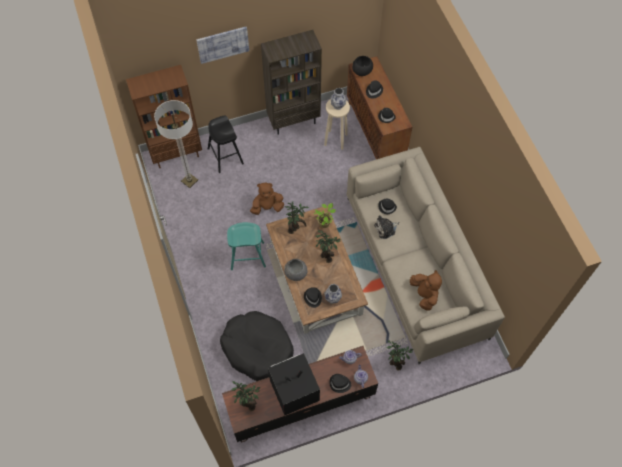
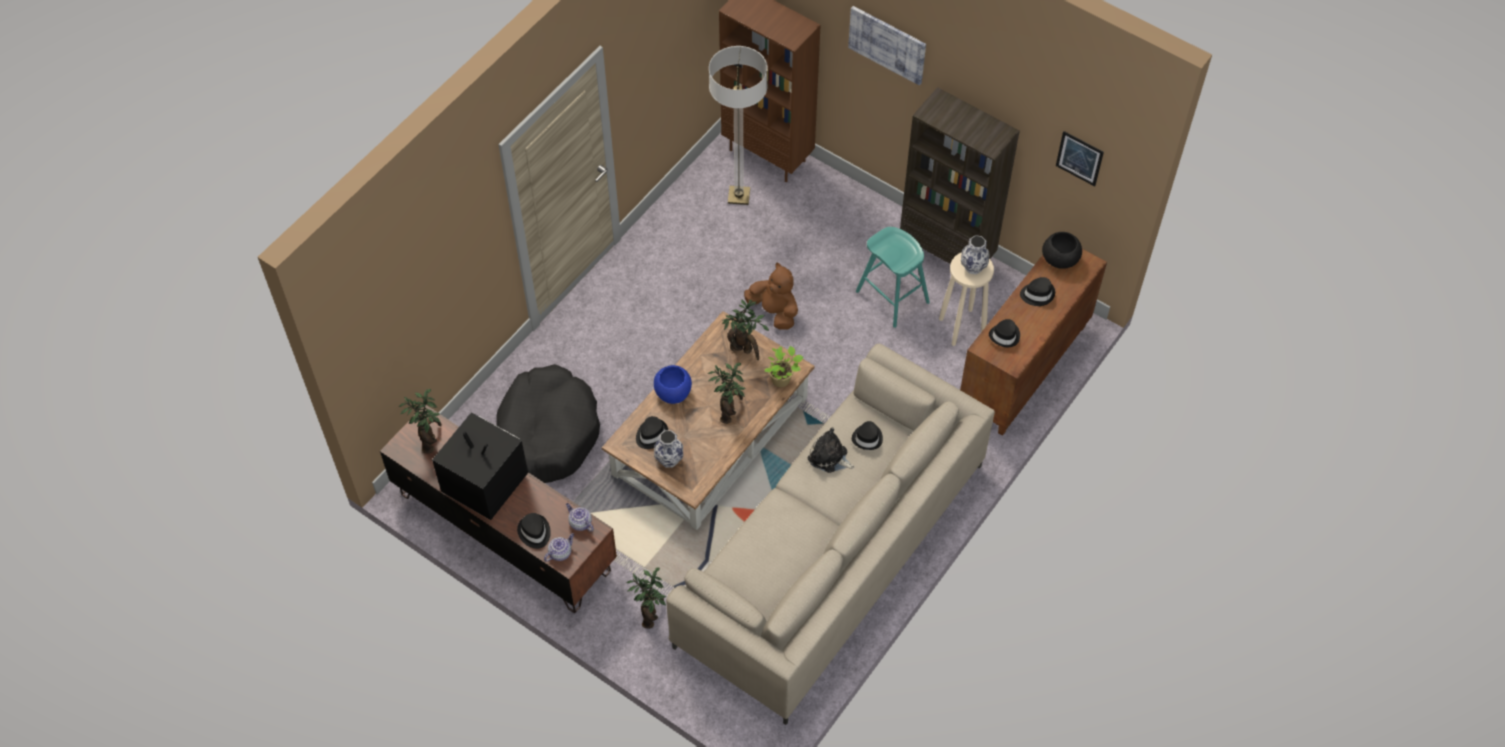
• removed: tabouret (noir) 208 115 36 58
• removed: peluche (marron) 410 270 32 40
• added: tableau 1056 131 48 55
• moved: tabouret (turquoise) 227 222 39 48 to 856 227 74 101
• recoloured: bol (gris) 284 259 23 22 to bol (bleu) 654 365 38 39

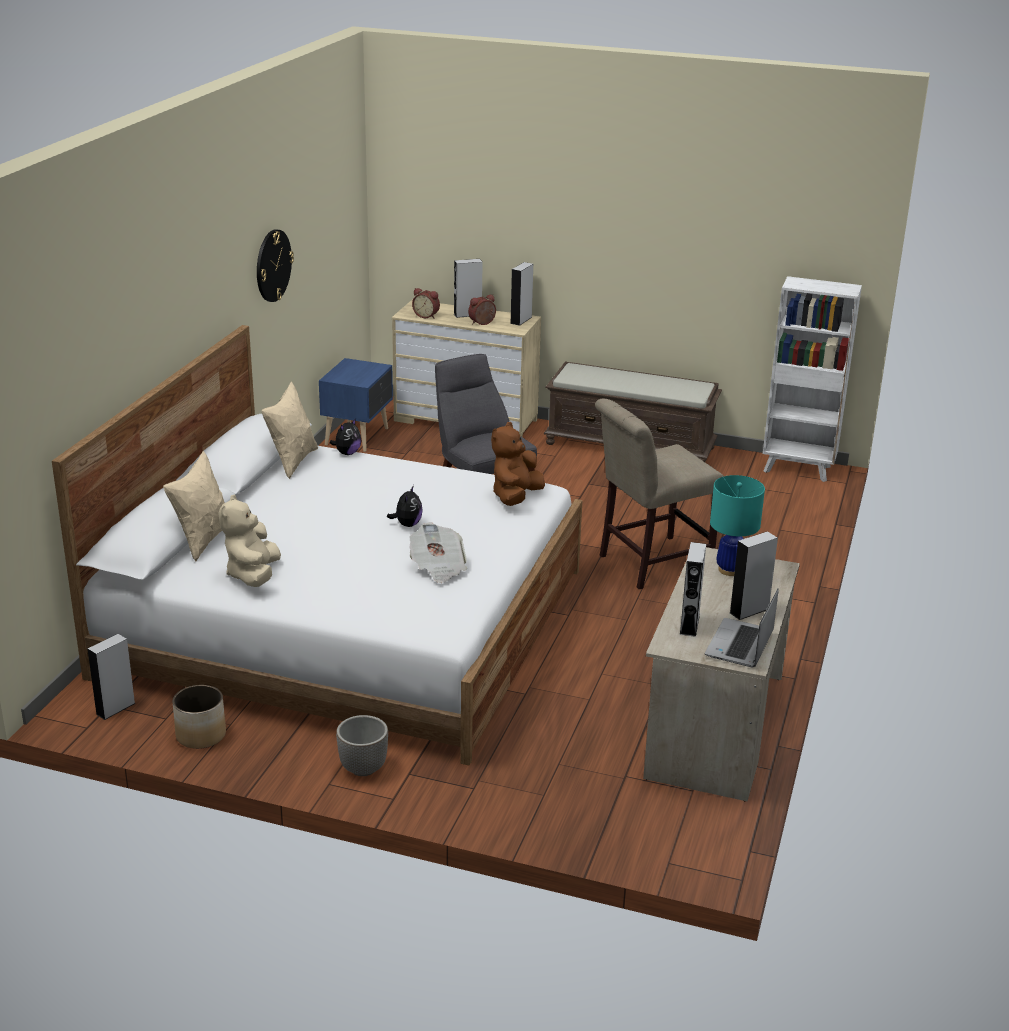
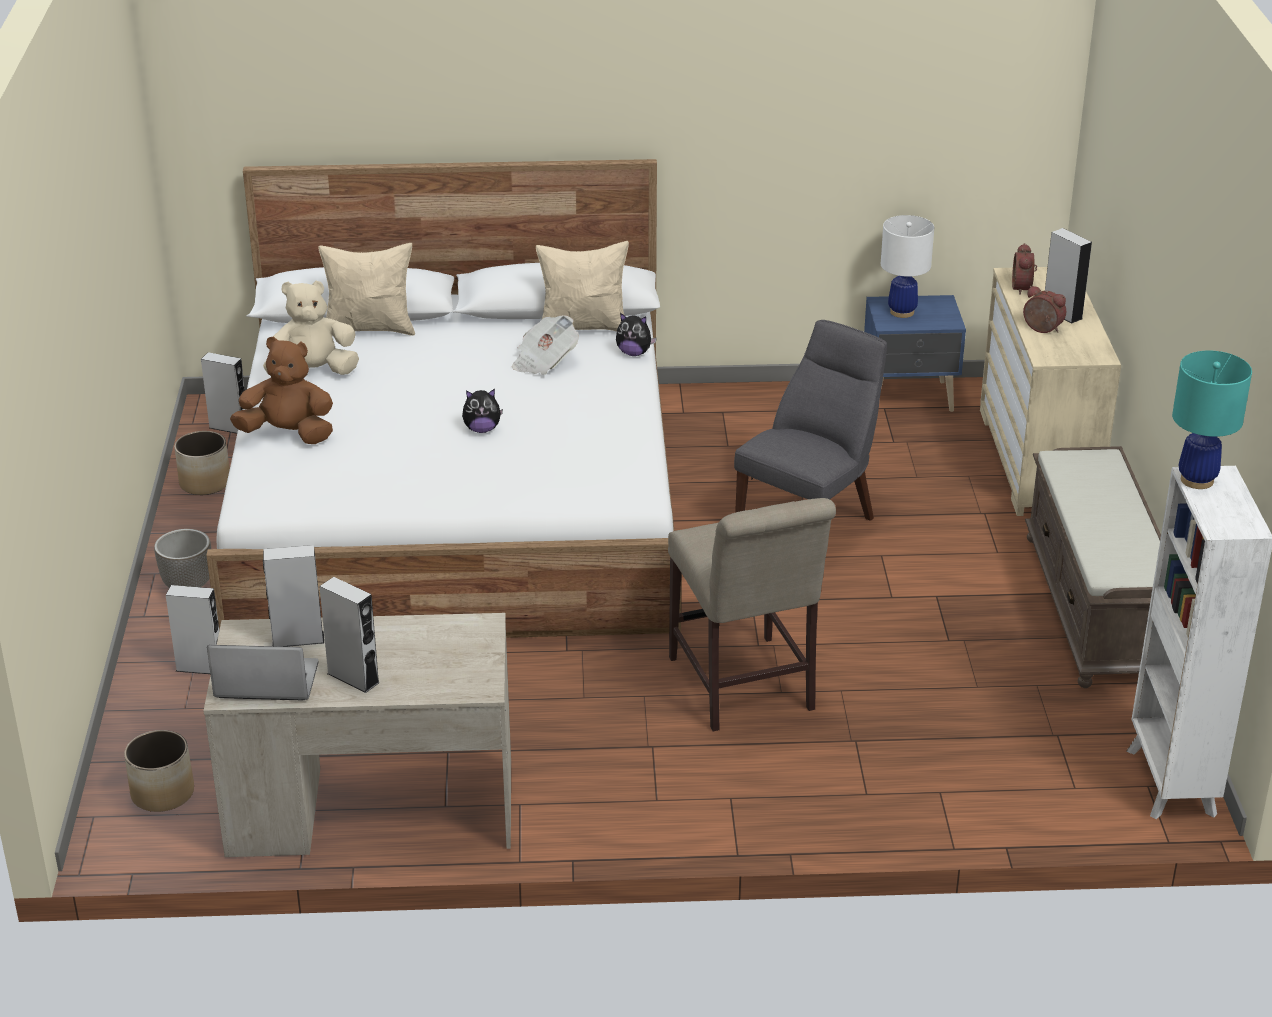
• removed: horloge murale 257 229 37 73
• added: cache-pot 124 730 70 82
• added: lampe de table (blanc) 881 215 53 103
• moved: journal 409 523 58 60 to 512 315 67 60
• moved: peluche (marron) 491 422 54 84 to 230 336 103 108
• moved: enceinte (gris) 510 262 23 64 to 166 585 53 89
• moved: lampe de table (turquoise) 710 475 55 101 to 1172 351 80 138
• turned: chaise (beige) 595 399 129 190 = 668 498 168 234 150 degrees counterclockwise

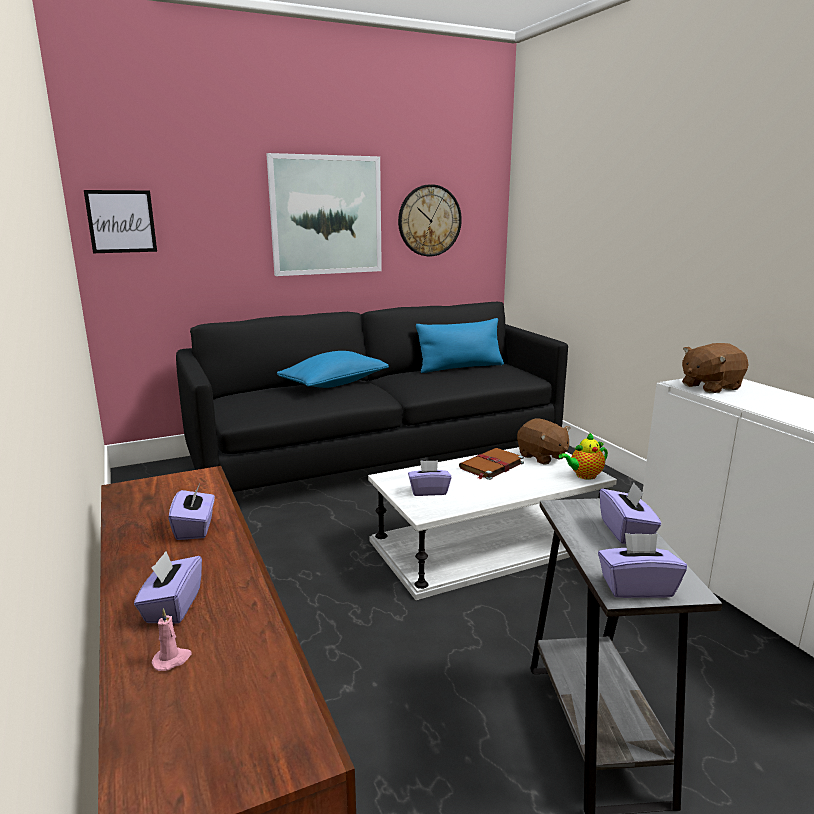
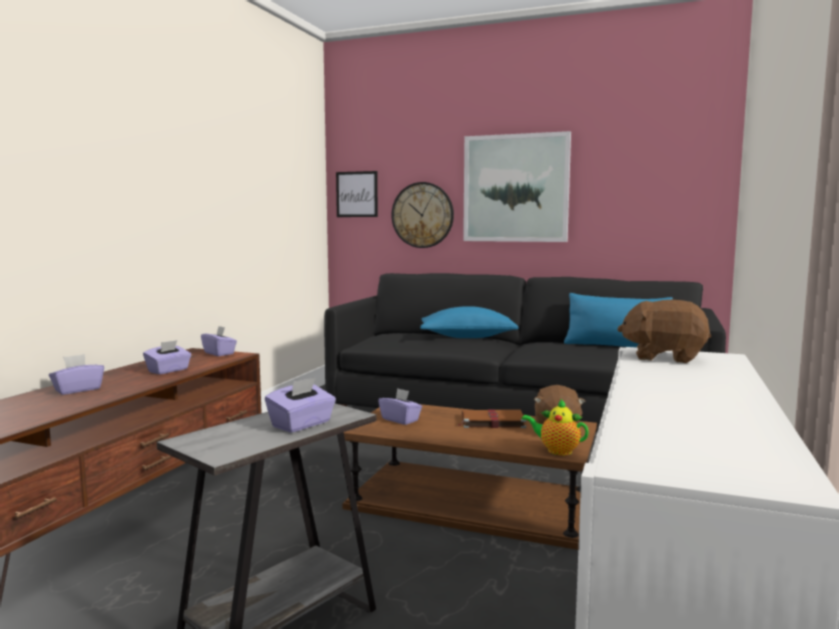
• removed: bougie (rose) 152 608 40 63
• moved: horloge murale 398 184 64 72 to 391 182 63 66
• moved: boîte à mouchoirs (violet) 598 533 89 65 to 201 326 36 30
• recoloured: table basse (blanc) 368 447 249 153 to table basse (marron) 343 404 254 146

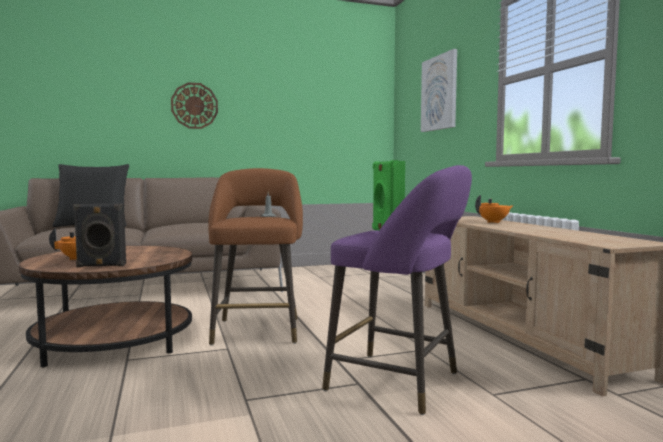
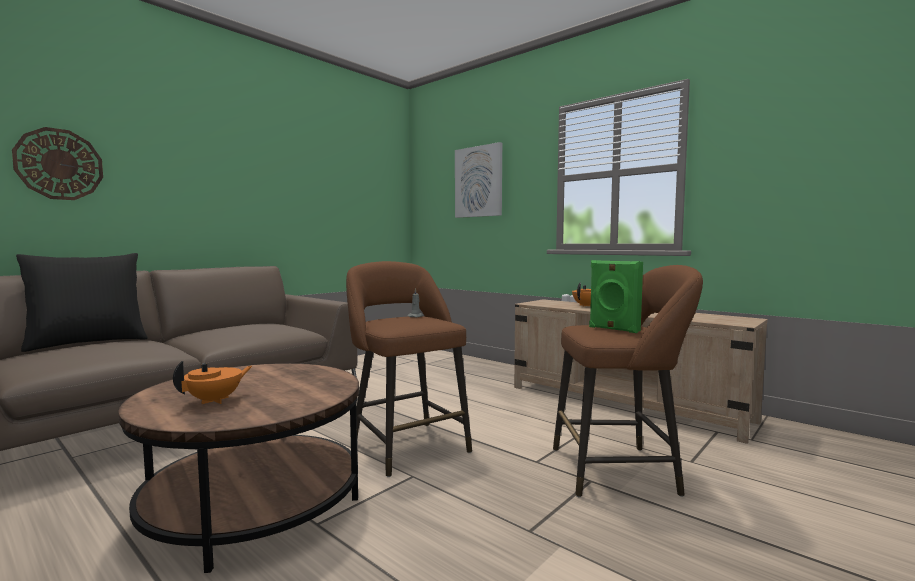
• removed: enceinte (noir) 73 204 53 63
• moved: horloge murale 171 82 47 47 to 12 127 91 73
• recoloured: tabouret (violet) 322 165 150 250 to tabouret (marron) 553 265 150 232

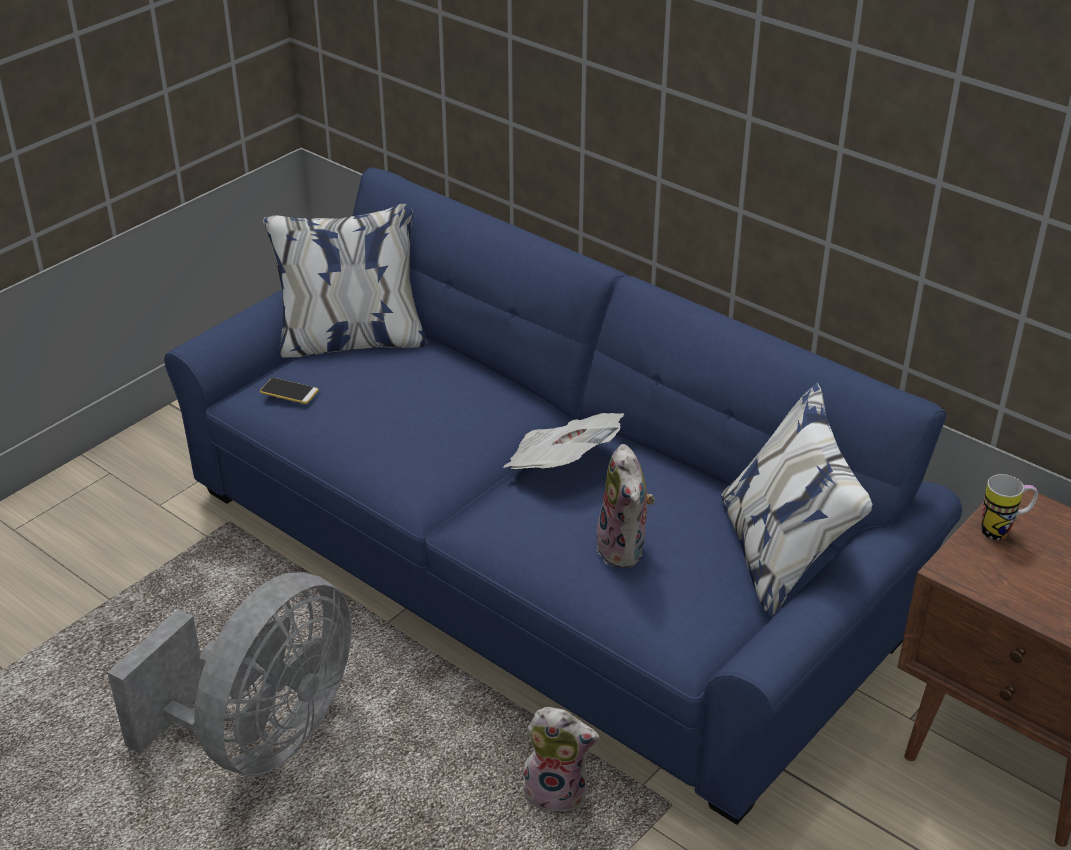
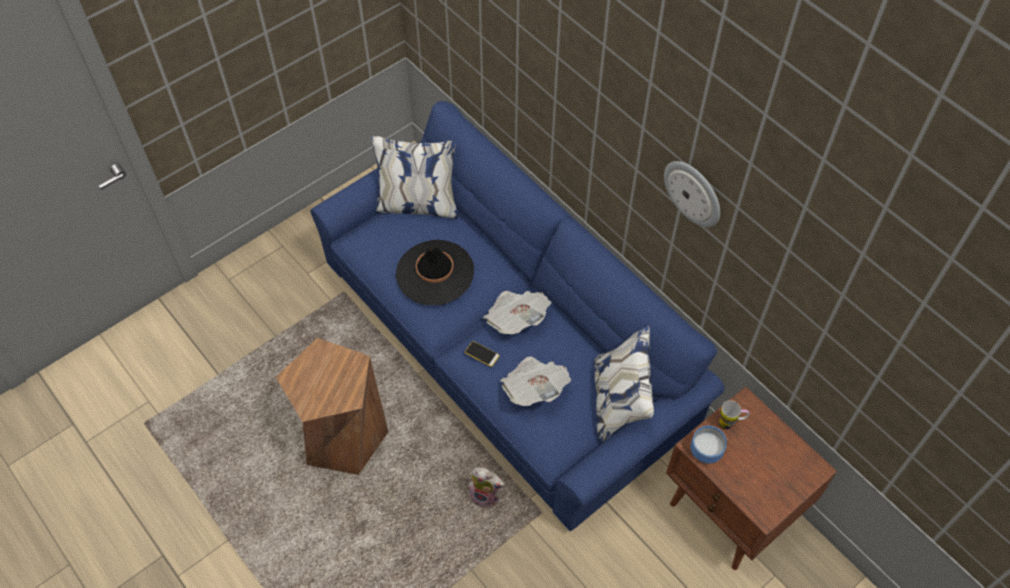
• added: chapeau (noir) 396 240 78 65
• added: horloge murale 664 161 56 66
• added: bol 690 426 37 37
• moved: téléphone 260 378 59 26 to 465 341 34 26
• replaced: ventilateur (gris) 107 572 245 203 to tabouret (marron) 276 338 112 137
• replaced: peluche 597 444 58 124 to journal 500 356 71 50

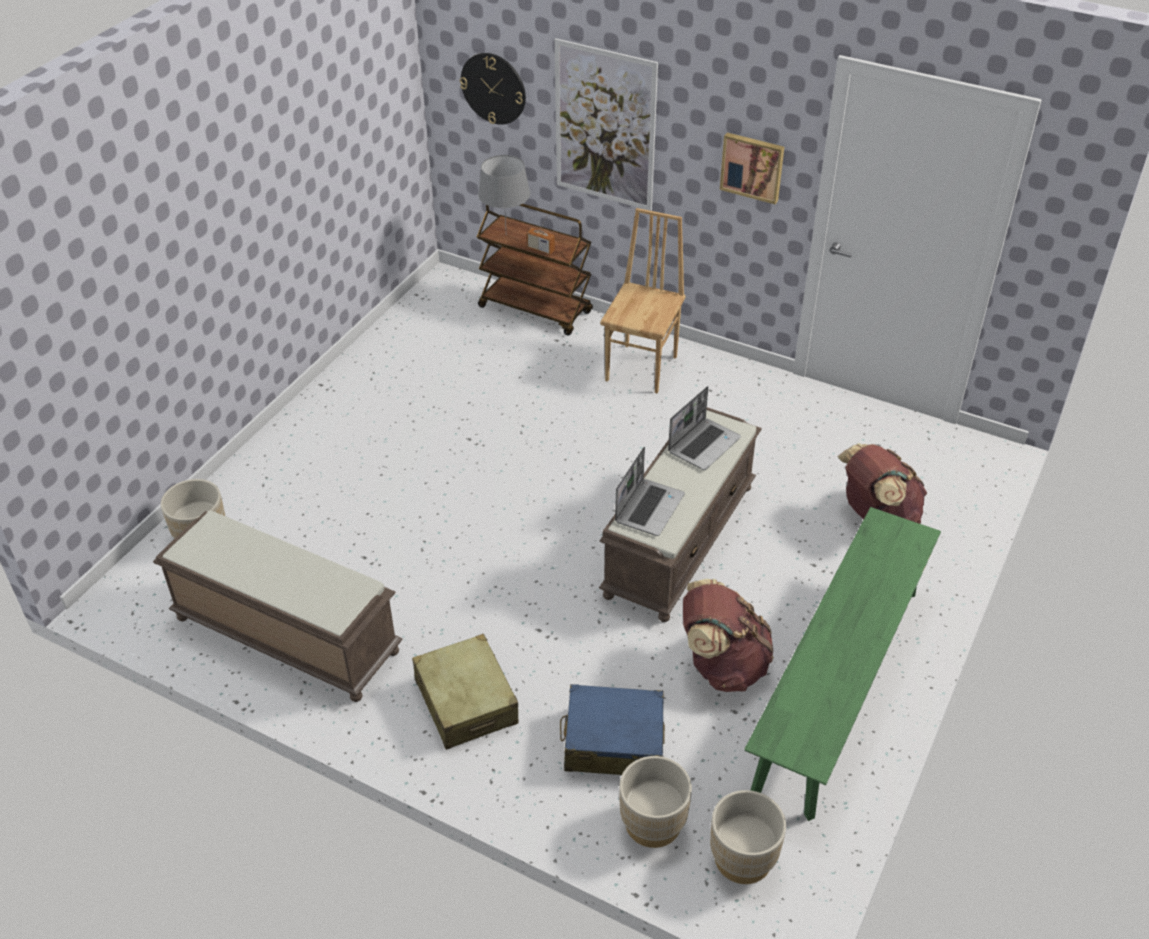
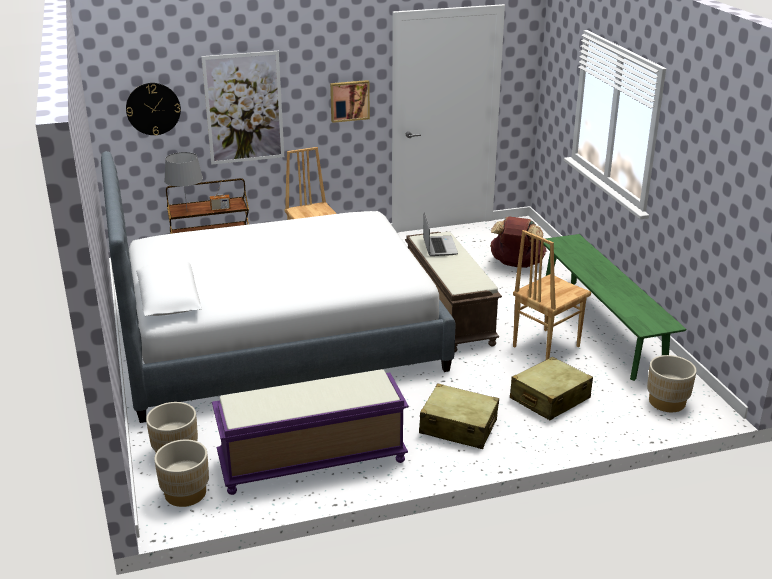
• removed: ordinateur portable 615 447 70 89
• added: lit 101 151 354 272
• moved: cache-pot (beige) 619 756 73 92 to 154 439 55 68
• replaced: sac à dos (marron) 683 579 90 113 to chaise (marron) 513 230 78 130
• recoloured: banc (marron) 153 511 250 191 to banc (violet) 212 370 197 125
• recoloured: valise (bleu) 560 684 105 91 to valise (beige) 510 357 83 63

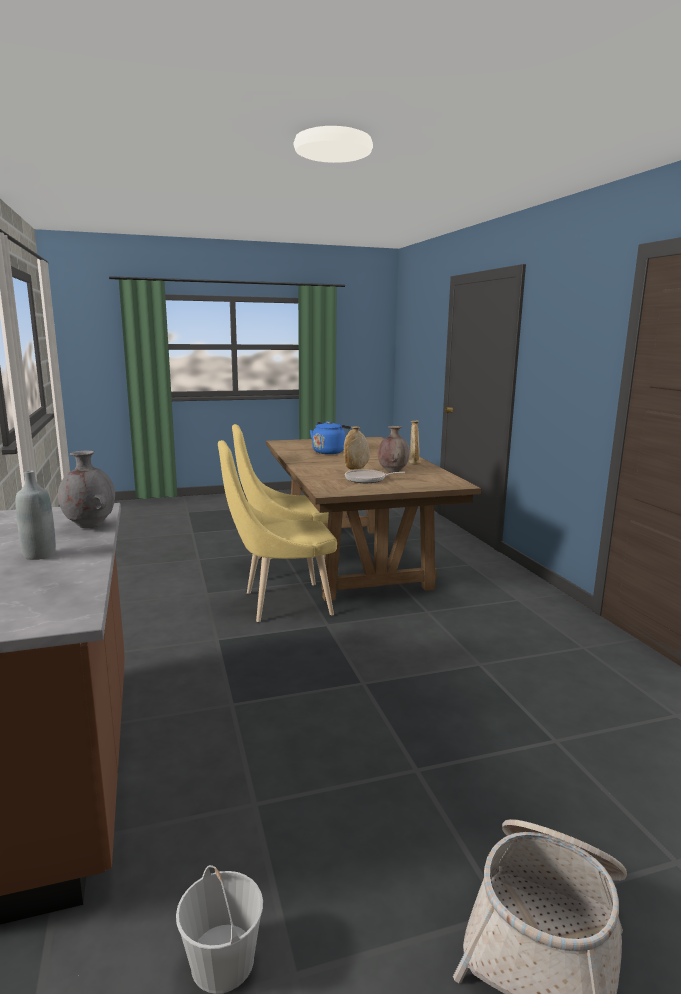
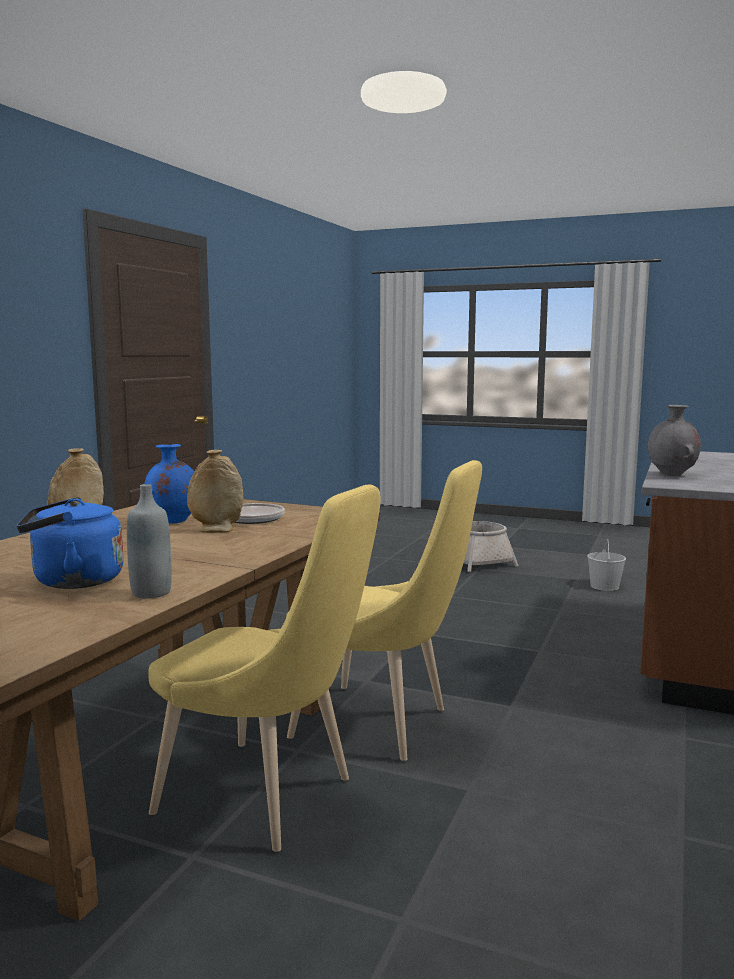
• moved: bouteille (gris) 15 471 41 89 to 127 484 45 115
• recoloured: vase (marron) 378 426 32 47 to vase (bleu) 144 444 50 79

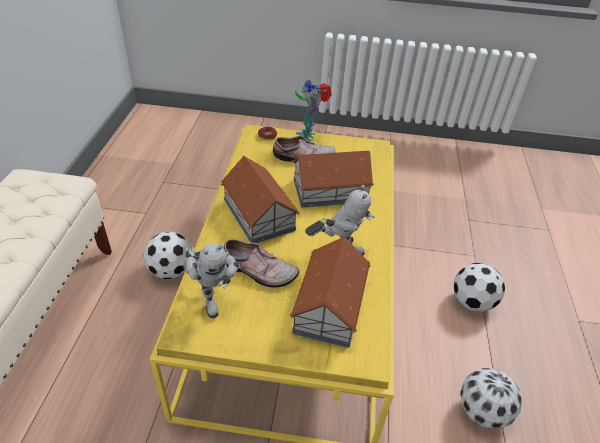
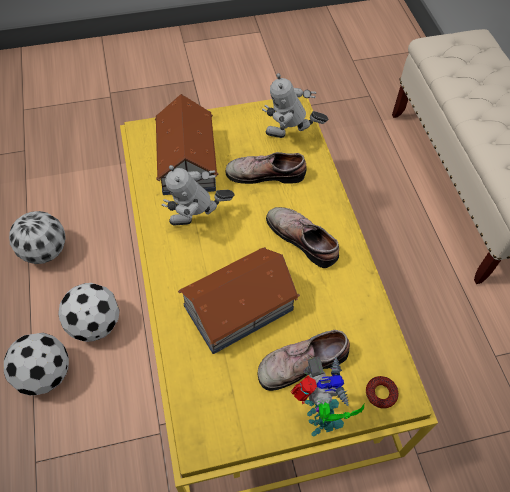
• moved: ballon de foot 144 232 48 47 to 58 283 62 59
• replaced: maison miniature 221 156 79 87 to chaussure 266 207 73 61
• turned: robot jouet 185 244 55 74 = 262 73 66 65 45 degrees counterclockwise

